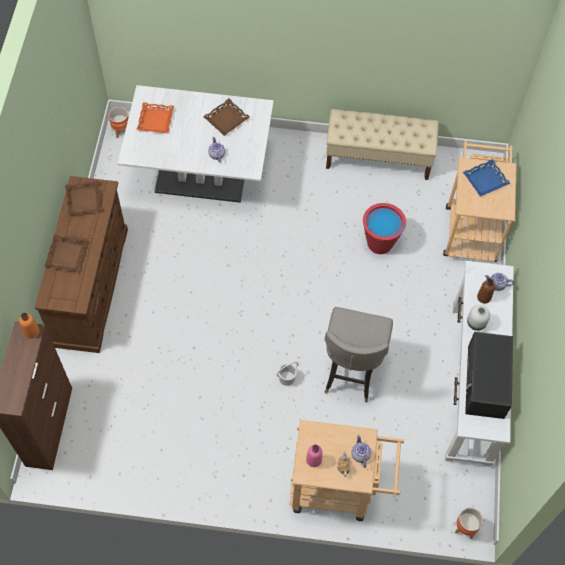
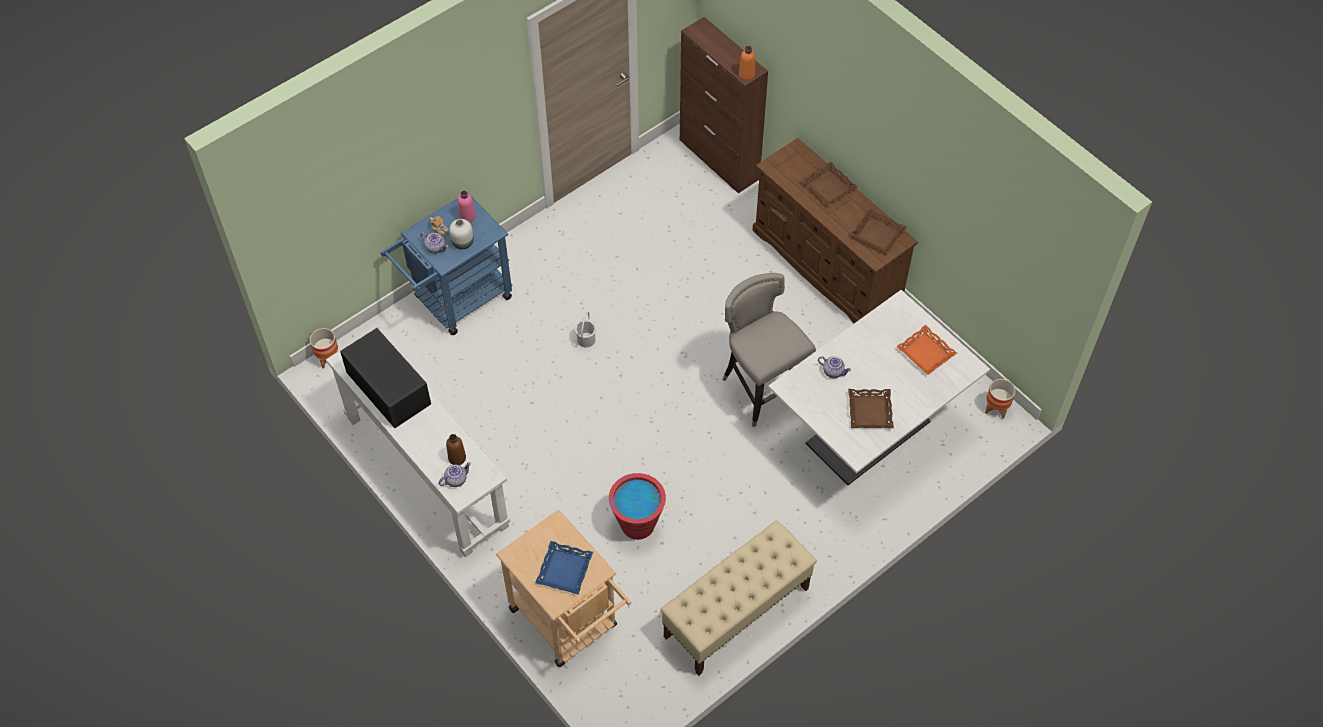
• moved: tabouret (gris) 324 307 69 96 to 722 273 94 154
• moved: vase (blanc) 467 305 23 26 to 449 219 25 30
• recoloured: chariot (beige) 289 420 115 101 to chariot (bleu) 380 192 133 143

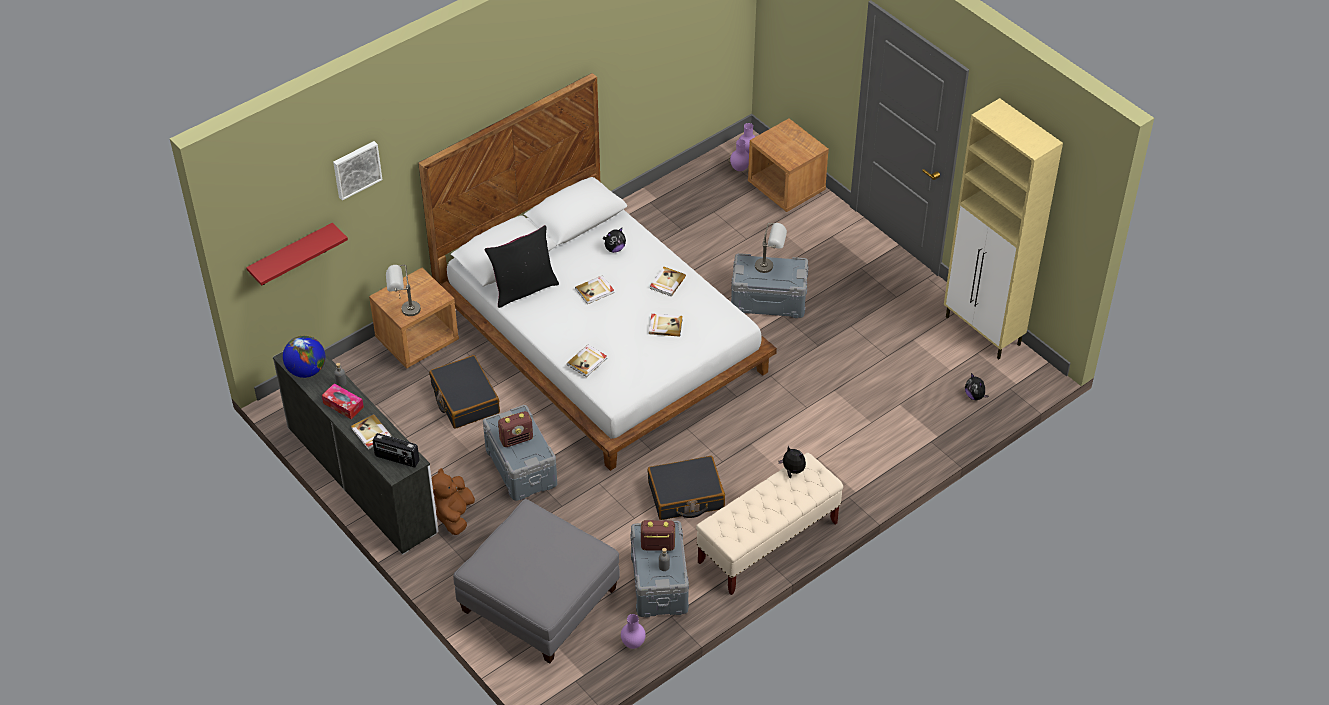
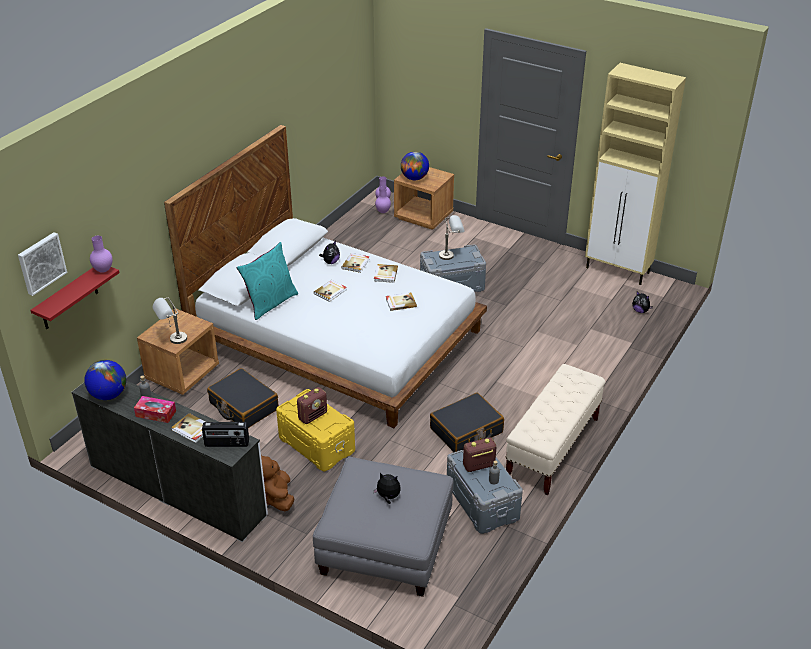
• added: globe 401 151 28 29
• moved: tableau 333 141 50 60 to 18 232 49 64
• moved: livre 567 345 40 32 to 341 253 29 20
• moved: vase (violet) 621 614 25 35 to 90 236 23 37
• moved: peluche 778 446 28 32 to 373 473 28 31
• recoloured: boîte de rangement (gris) 483 405 74 96 to boîte de rangement (jaune) 276 389 79 82
• recoloured: coussin (noir) 484 225 75 83 to coussin (turquoise) 237 242 61 78

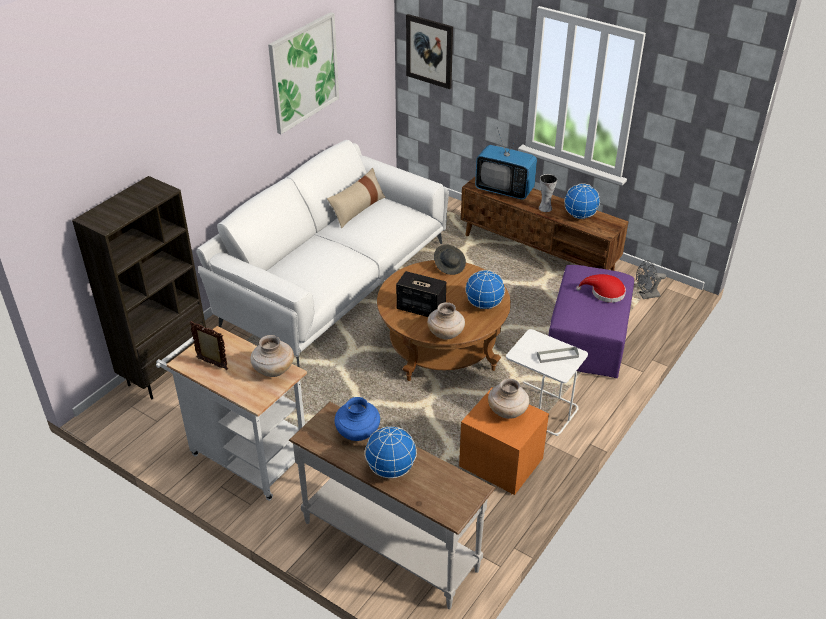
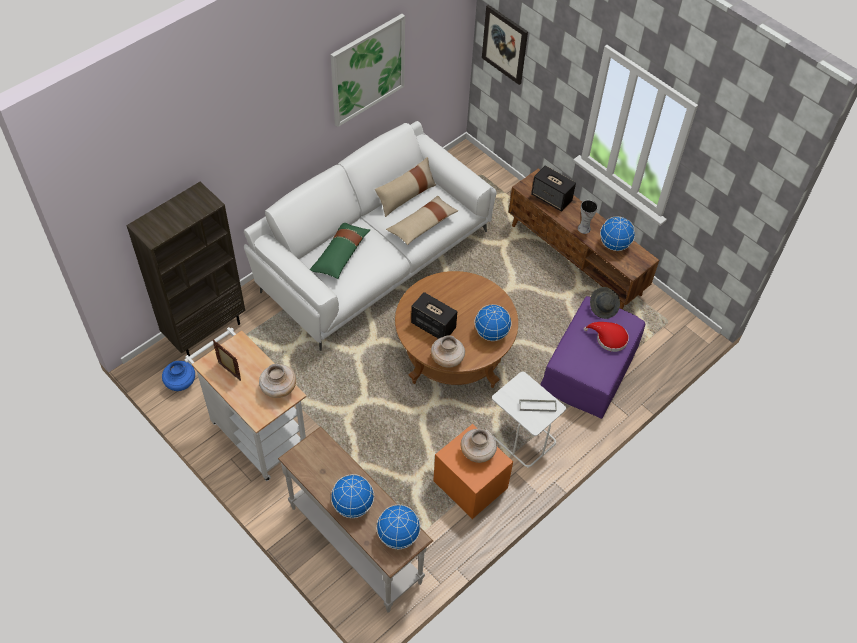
• removed: ventilateur (gris) 636 260 30 39
• added: coussin (vert) 310 223 61 56
• added: globe 376 505 45 44
• added: coussin (beige) 386 196 73 49
• moved: vase (bleu) 334 397 46 44 to 162 361 33 30
• moved: chapeau (gris) 434 244 32 31 to 590 287 30 32
• replaced: téléviseur 475 128 62 72 to enceinte 531 165 45 47

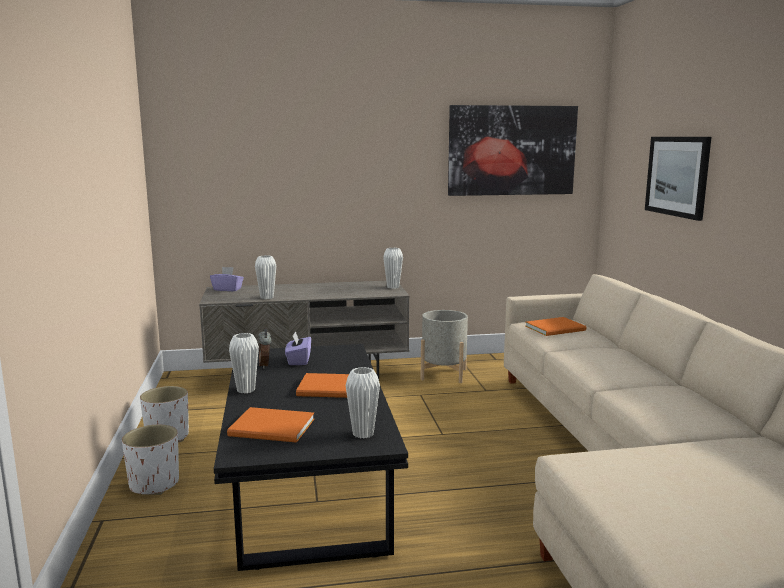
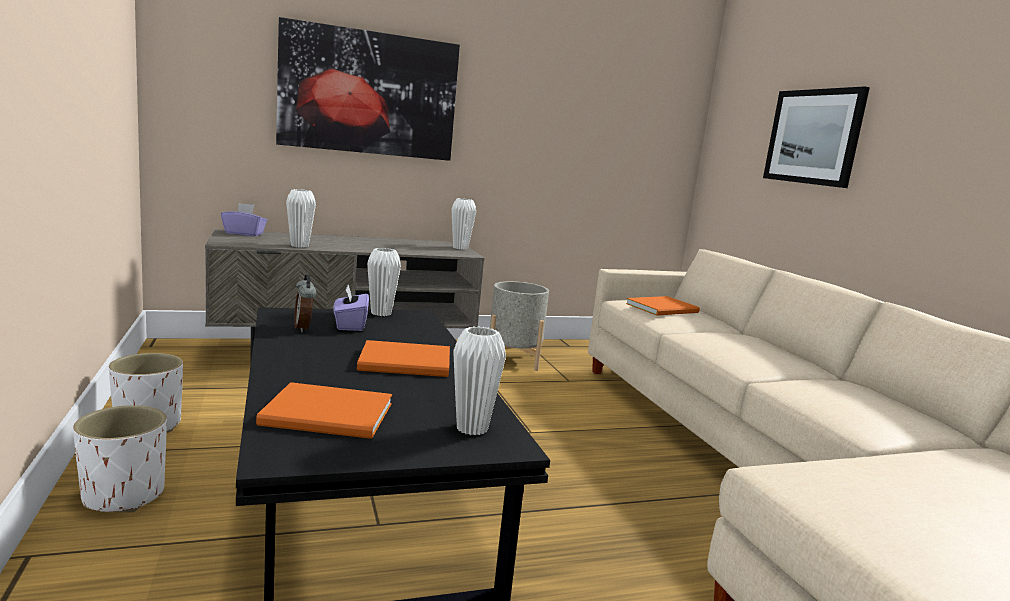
• moved: vase (blanc) 229 333 30 61 to 367 248 34 68
• moved: tableau 448 105 130 91 to 276 17 184 144

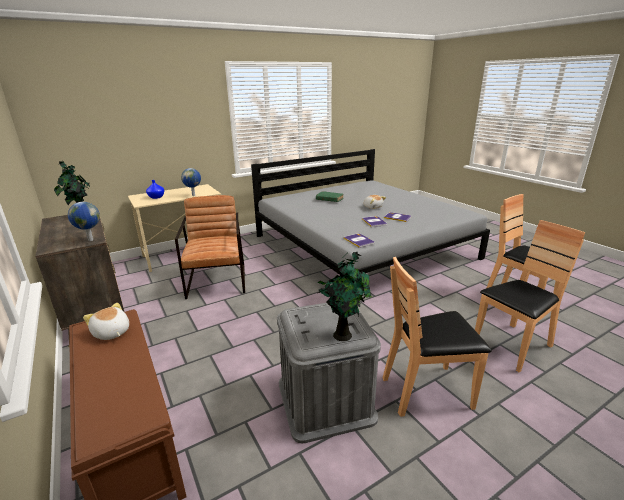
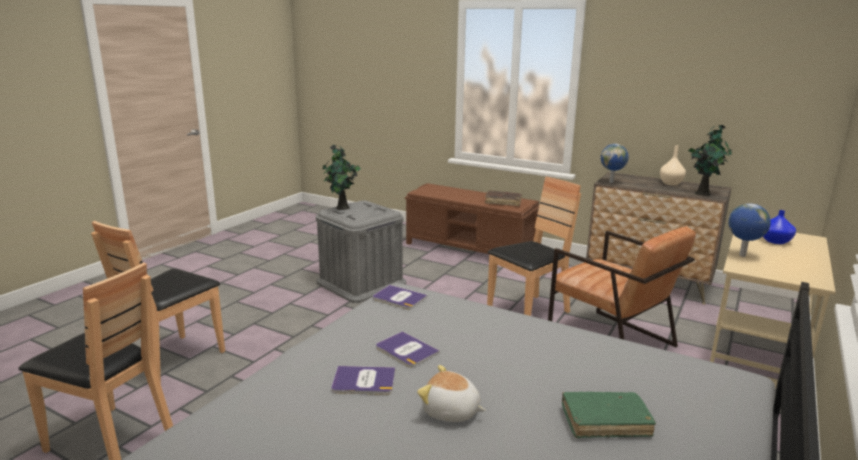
• added: vase (beige) 660 145 26 40
• moved: chaise (marron) 383 257 109 160 to 487 176 94 140
• replaced: peluche 83 303 46 37 to livre (marron) 485 190 37 16

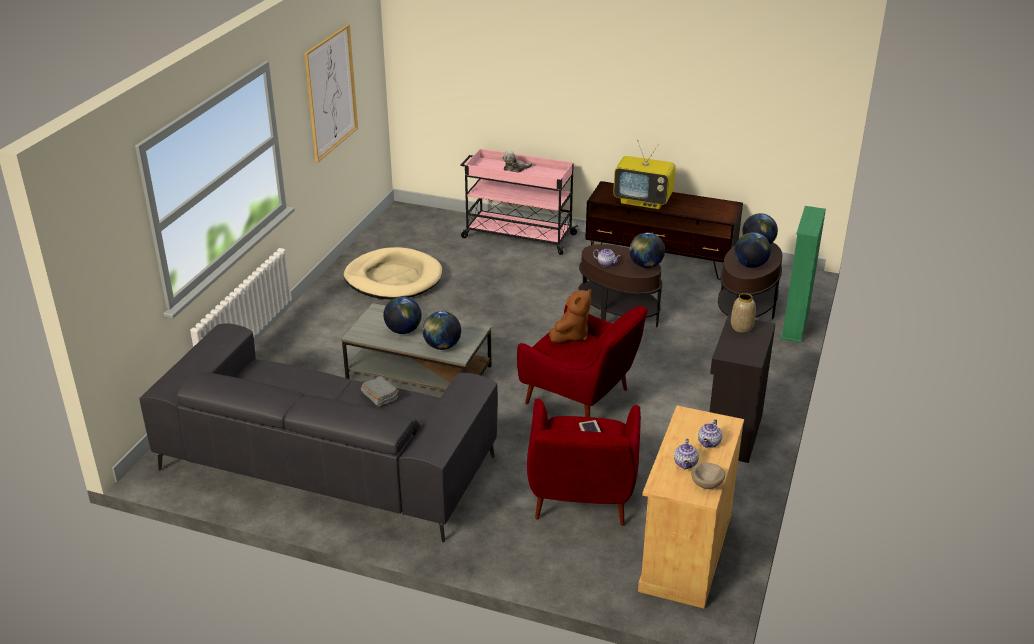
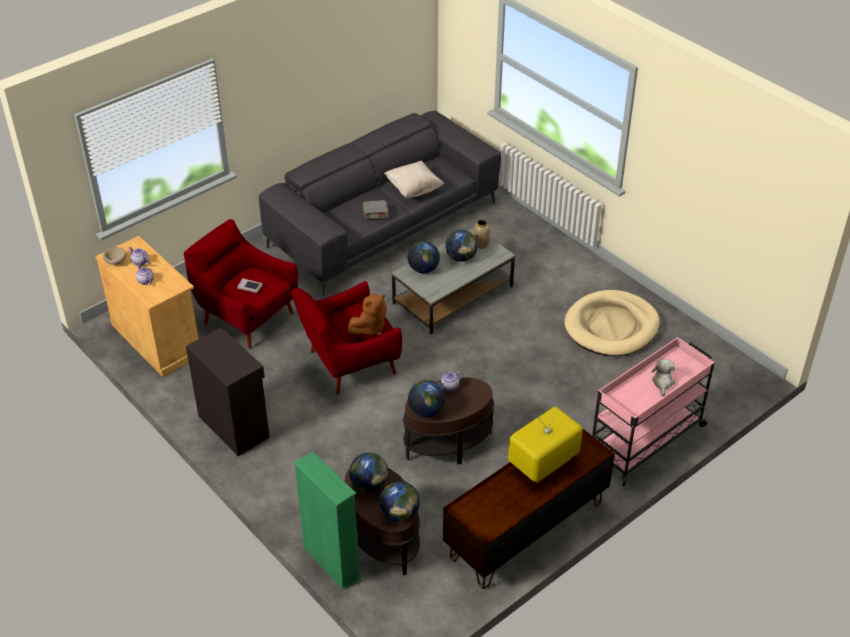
• removed: tableau 304 24 54 138
• added: coussin (beige) 384 161 60 37
• moved: vase 731 293 25 40 to 473 219 18 30
• turned: peluche (marron) 549 289 42 54 = 348 293 39 43 105 degrees counterclockwise

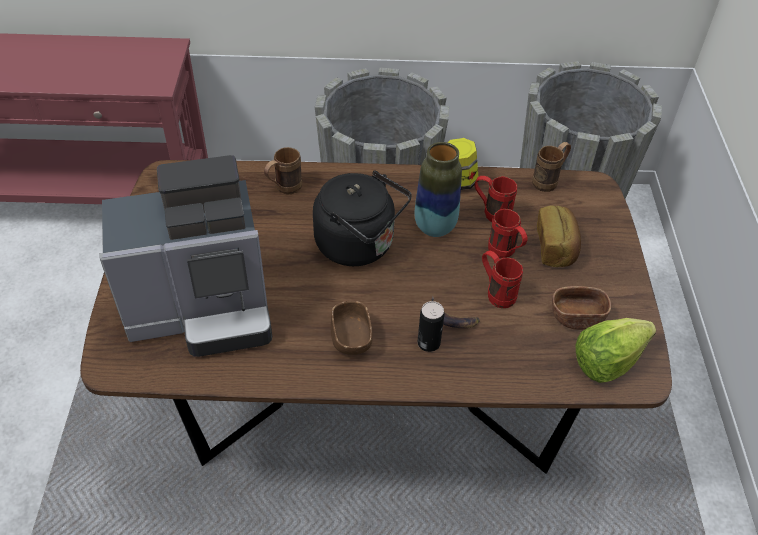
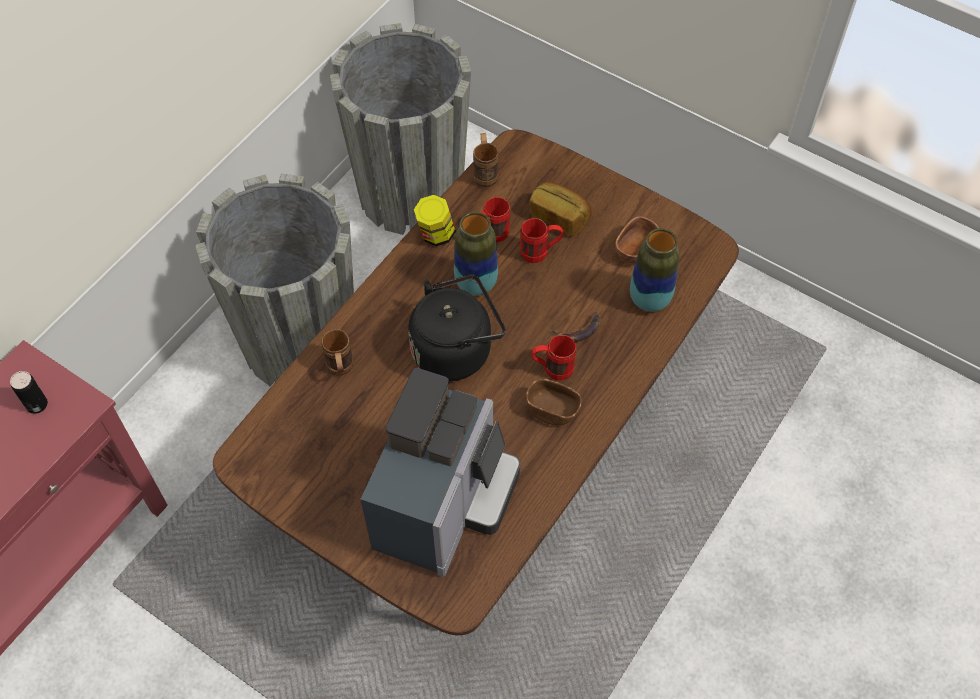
• removed: laitue 576 318 80 65
• added: vase 630 228 50 84
• moved: boîte métallique 417 301 27 51 to 10 371 38 43
• moved: mug (rouge) 482 250 41 58 to 531 335 45 46

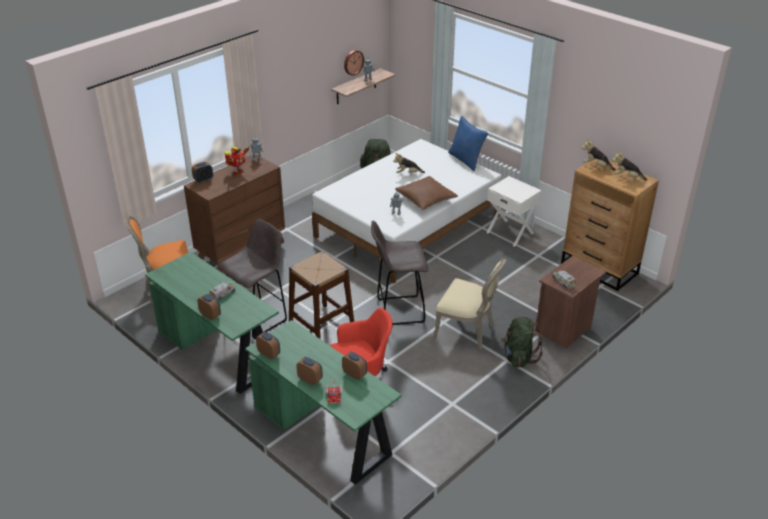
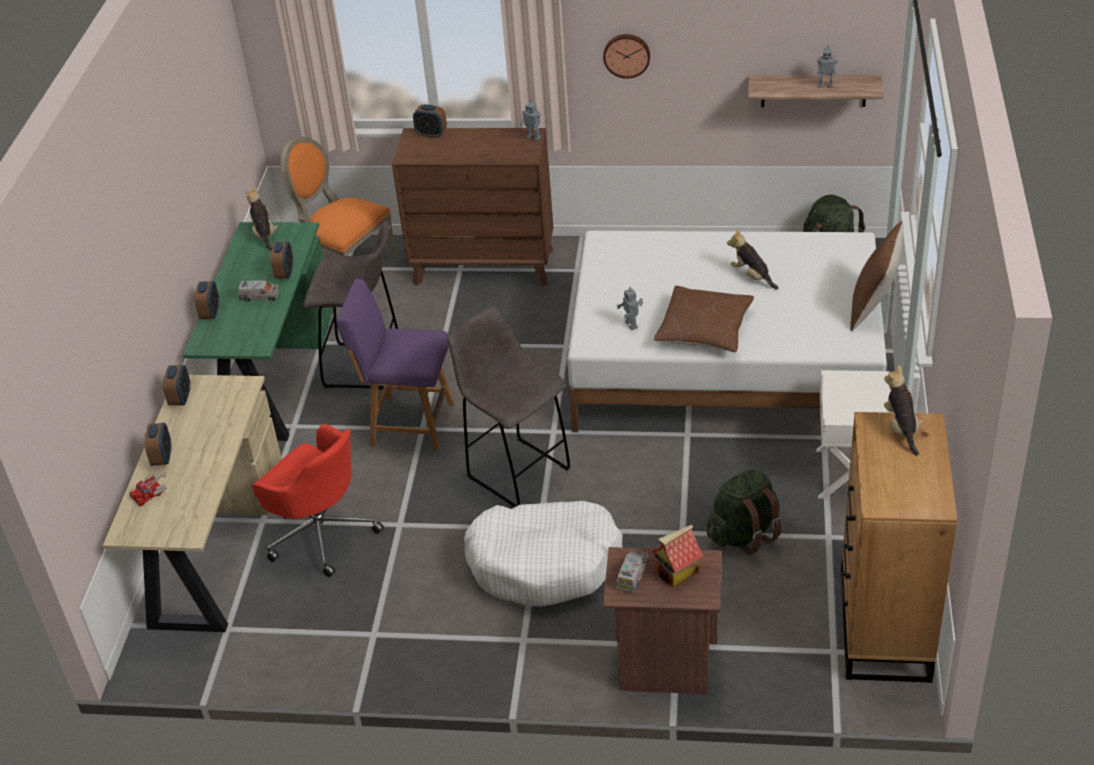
• removed: robot jouet 225 146 24 30
• added: maison miniature 652 524 51 63
• moved: réveil 342 352 25 28 to 270 242 24 37
• moved: horloge murale 344 50 20 26 to 603 34 47 45
• moved: sac à dos (vert) 501 317 42 51 to 707 469 75 86
• moved: peluche 612 151 35 30 to 245 186 33 65
• replaced: tabouret (marron) 289 251 65 88 to chaise (violet) 336 279 119 172
• replaced: chaise (beige) 433 258 73 91 to panier pour chien (blanc) 464 501 159 105
• recoloured: bureau (vert) 245 320 157 165 to bureau (beige) 103 375 179 257
• recoloured: coussin (bleu) 448 116 41 55 to coussin (marron) 850 221 53 110

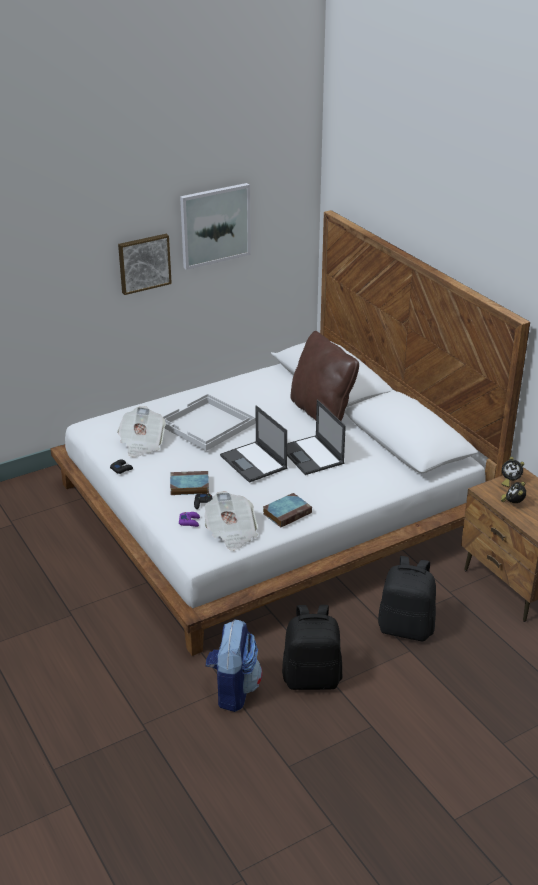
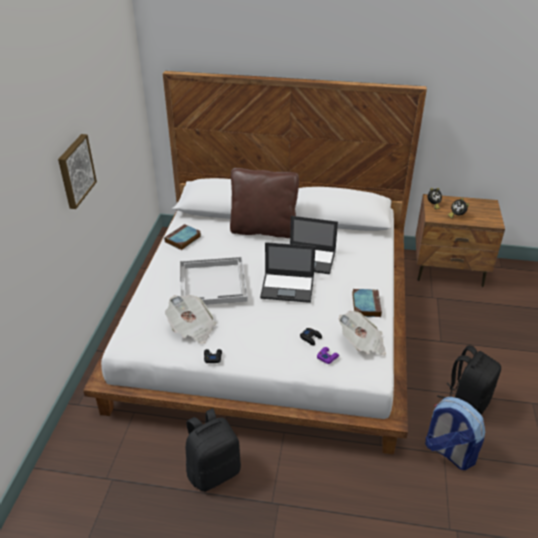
• removed: tableau 180 183 71 87
• moved: livre 170 471 39 24 to 164 224 37 26
• moved: sac à dos (noir) 378 556 58 85 to 186 408 55 84

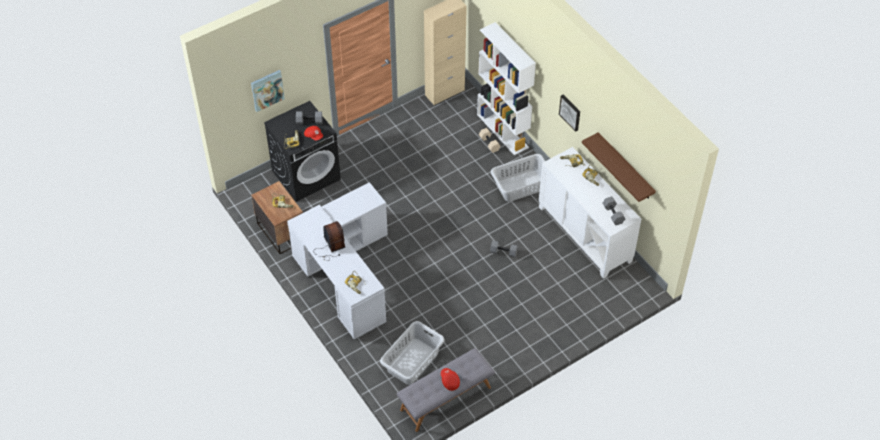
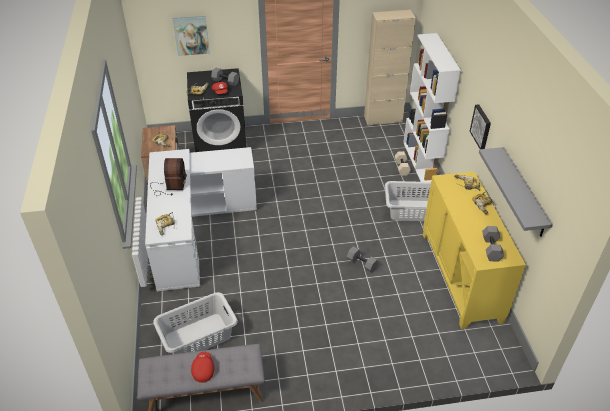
• recoloured: meuble de rangement (blanc) 539 147 102 132 to meuble de rangement (jaune) 423 171 103 158
• recoloured: étagère (marron) 582 132 74 70 to étagère (gris) 479 147 74 90

